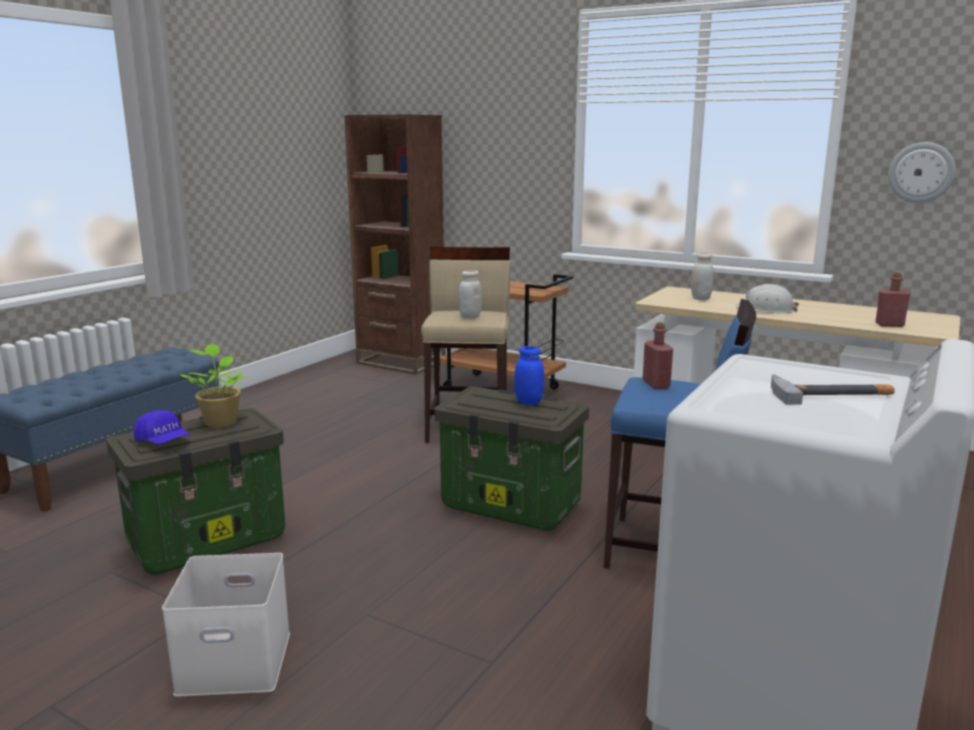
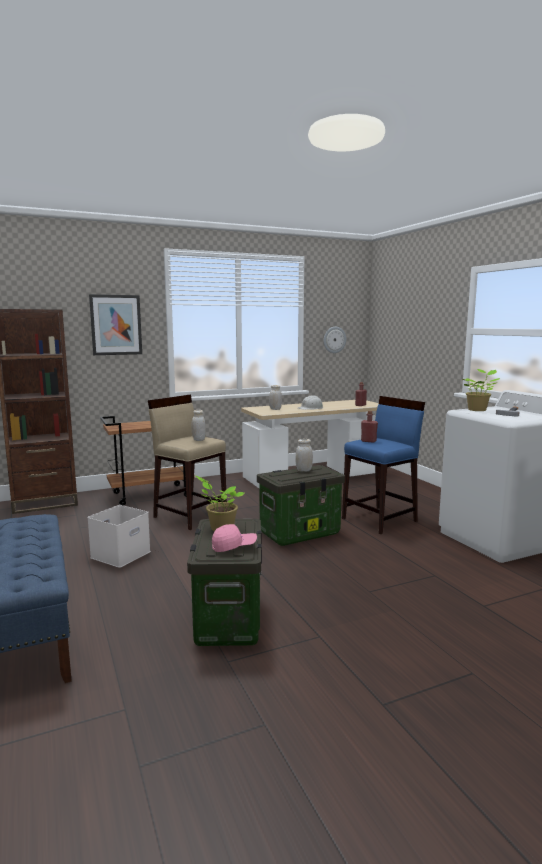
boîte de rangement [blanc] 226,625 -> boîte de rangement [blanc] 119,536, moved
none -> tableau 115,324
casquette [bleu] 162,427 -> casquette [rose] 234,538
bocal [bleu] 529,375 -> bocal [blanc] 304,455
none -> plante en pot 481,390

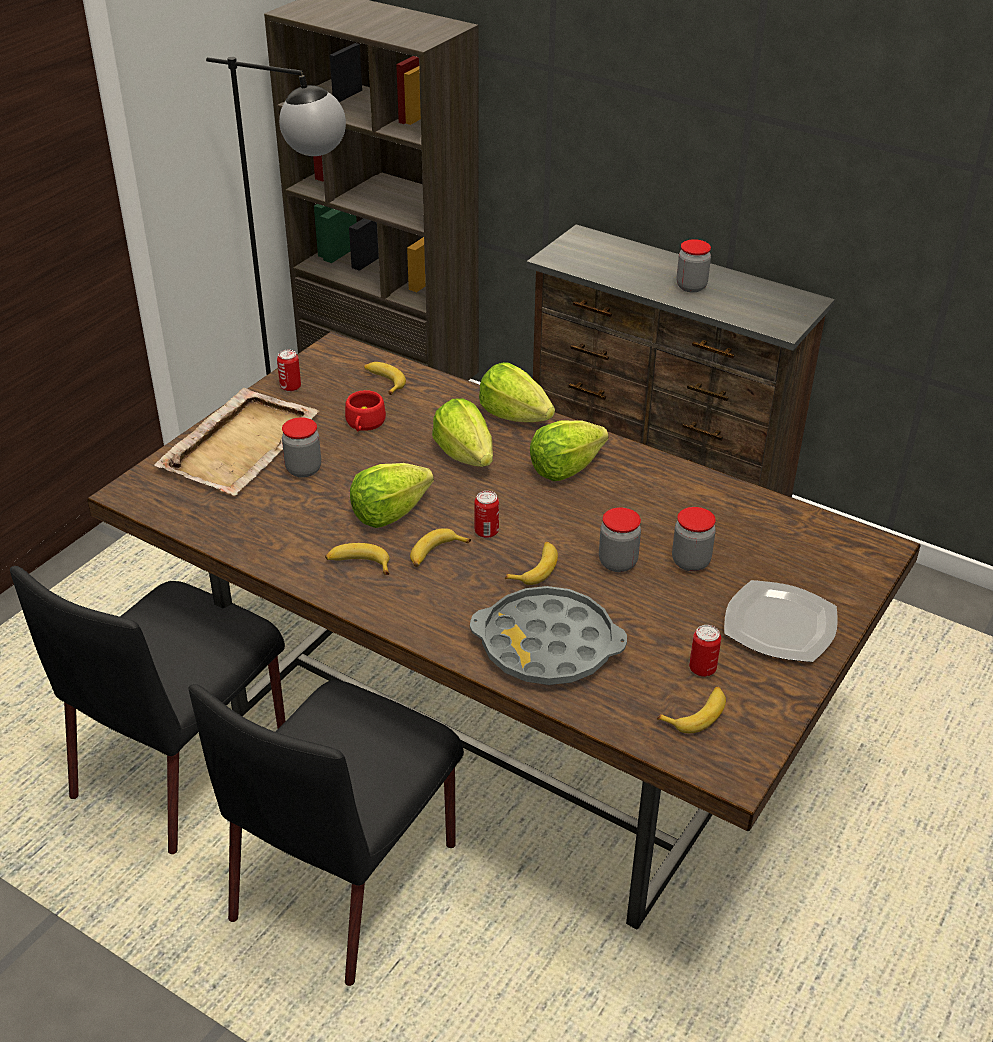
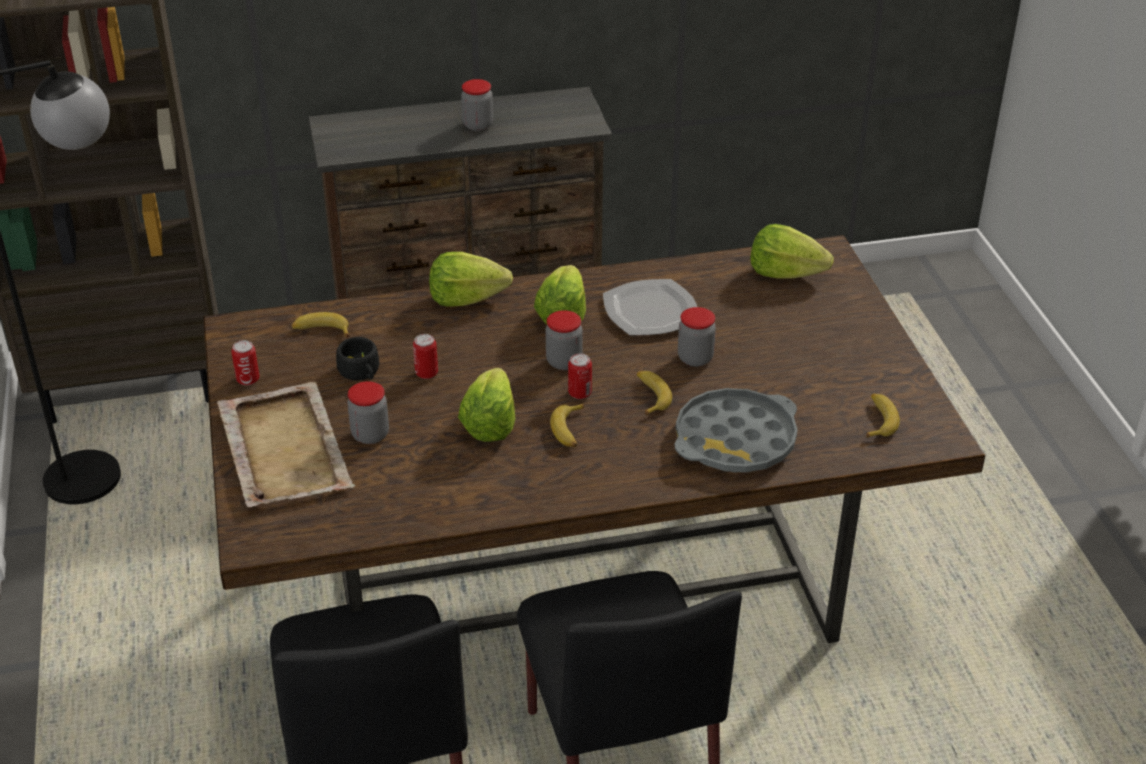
tasse [rouge] 365,410 -> tasse [noir] 358,358
boîte métallique 705,651 -> boîte métallique 425,356, moved
bocal 694,539 -> bocal 564,340, moved
assiette 781,621 -> assiette 650,307, moved
laitue 462,432 -> laitue 792,251, moved
banane 357,559 -> none

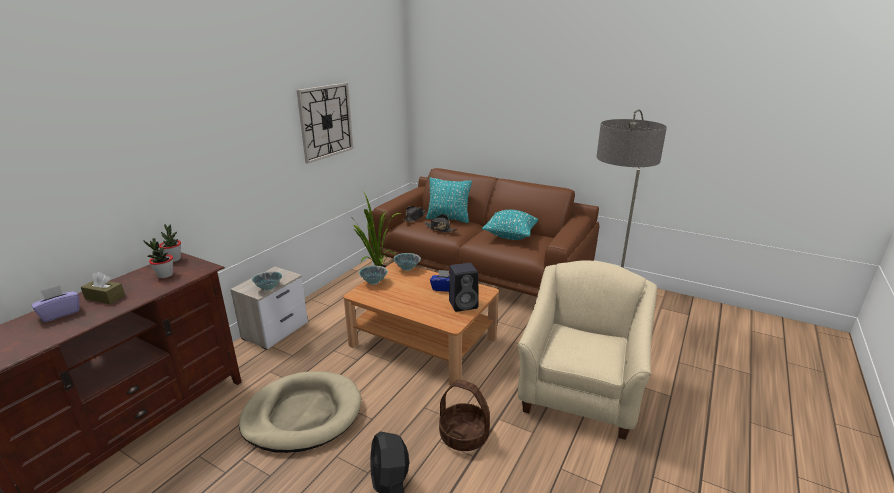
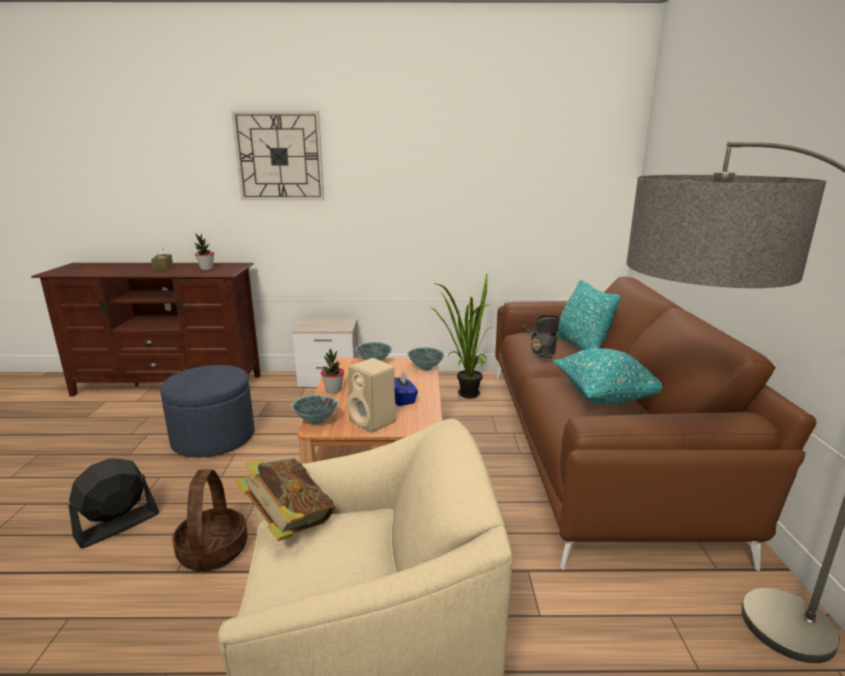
panier pour chien [beige] 300,412 -> pouf [bleu] 207,411
horloge murale 325,123 -> horloge murale 277,155, moved
none -> livre 285,499
bol 267,281 -> bol 315,410, moved
plante en pot 170,243 -> plante en pot 332,371, moved
enceinte [noir] 463,287 -> enceinte [beige] 371,395
boîte à mouchoirs [violet] 55,303 -> none

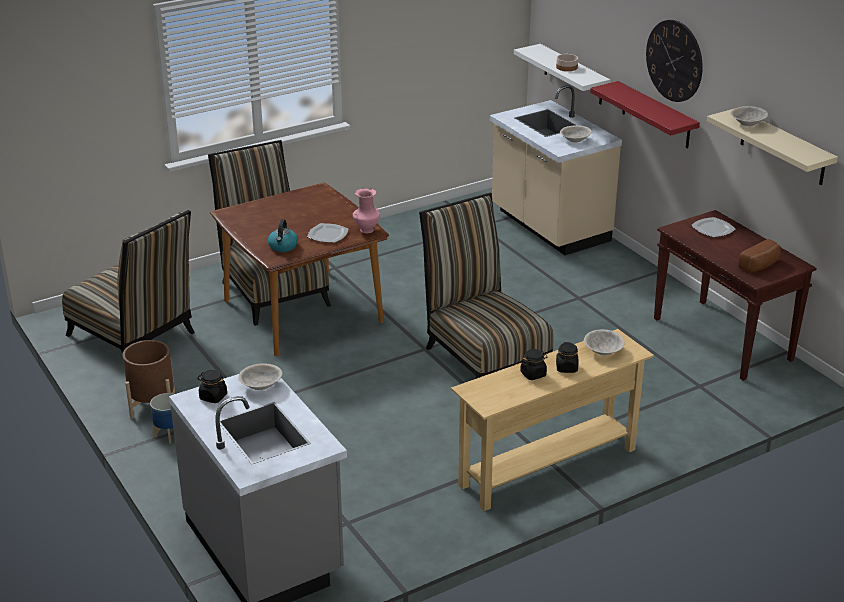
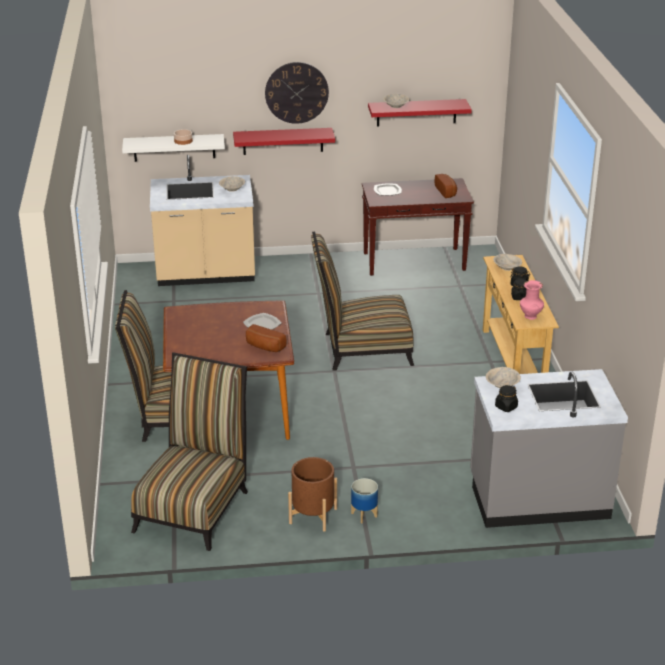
chaise 128,281 -> chaise 189,451, 45 degrees counterclockwise
bouilloire 283,235 -> pain 266,338
étagère [beige] 772,147 -> étagère [rouge] 420,113
vase [rose] 366,210 -> vase [rose] 532,300, moved

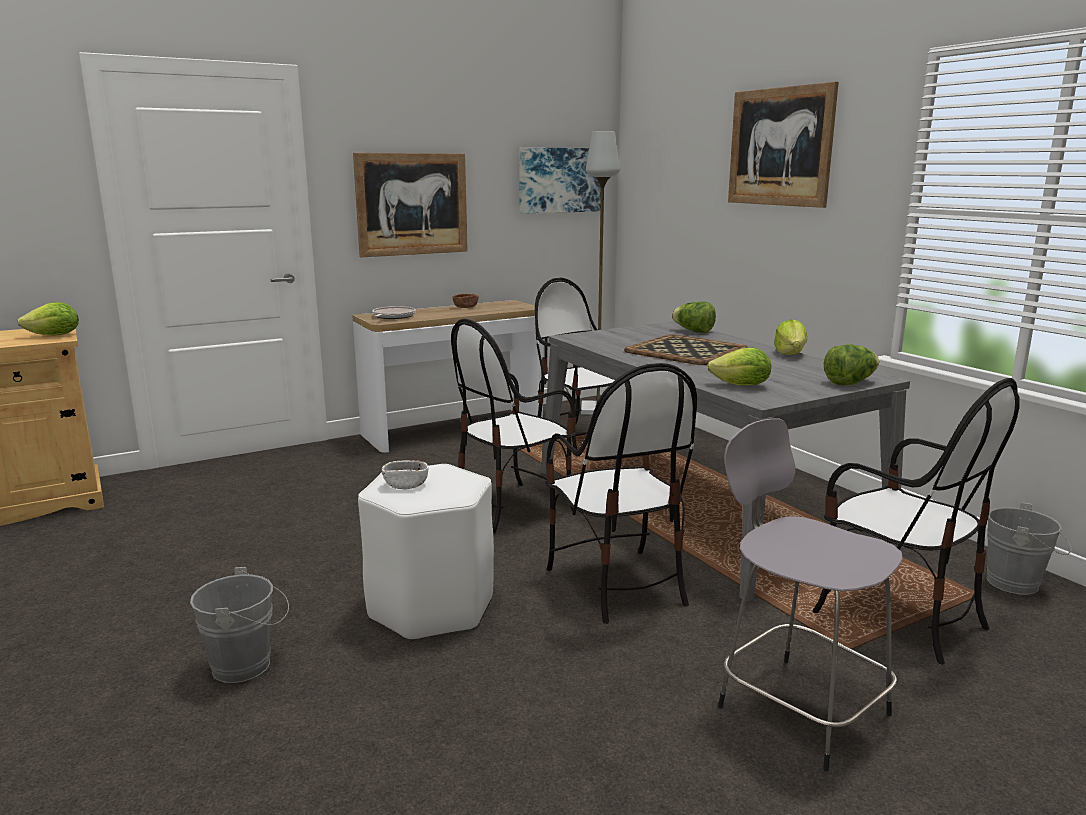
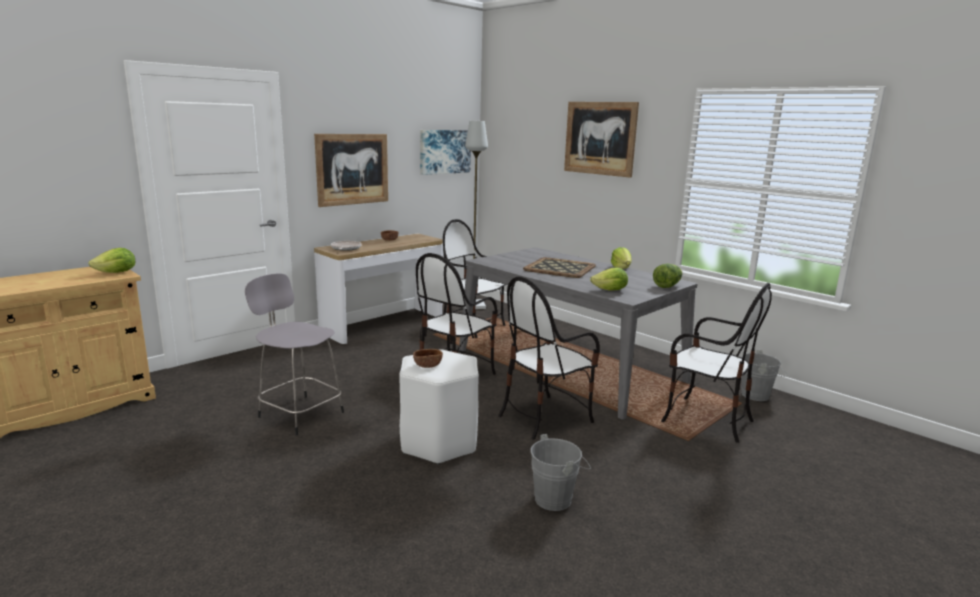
tabouret [gris] 810,595 -> tabouret [gris] 294,354, moved
bol [blanc] 405,474 -> bol [marron] 428,358
chaise 621,493 -> chaise 549,358, 90 degrees clockwise
seau [gris] 239,625 -> seau [gris] 561,472, moved
laitue 694,317 -> none

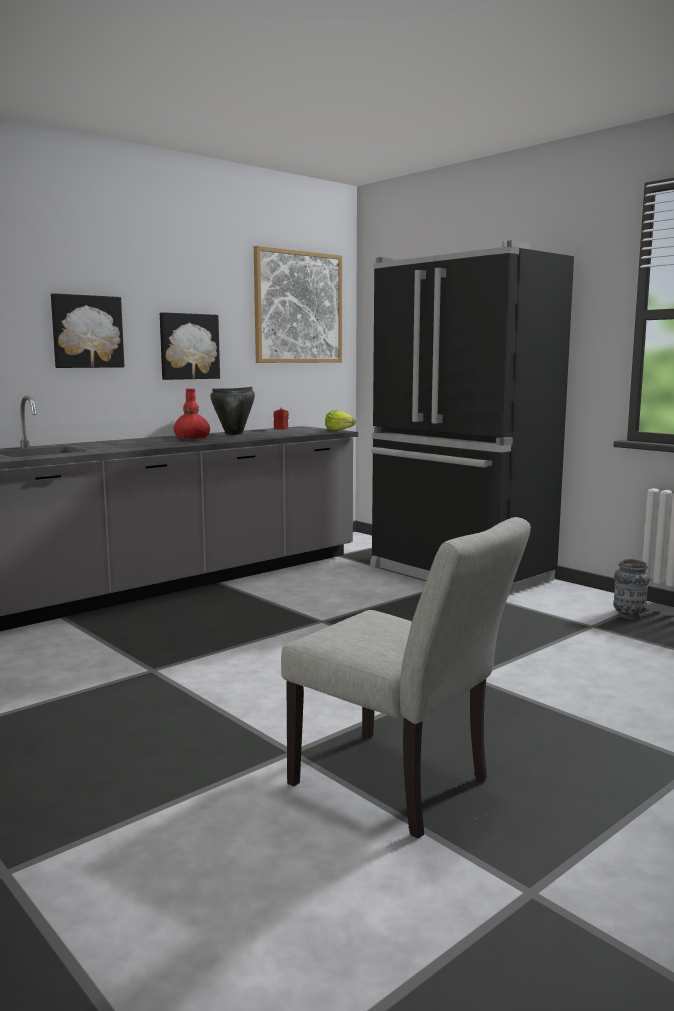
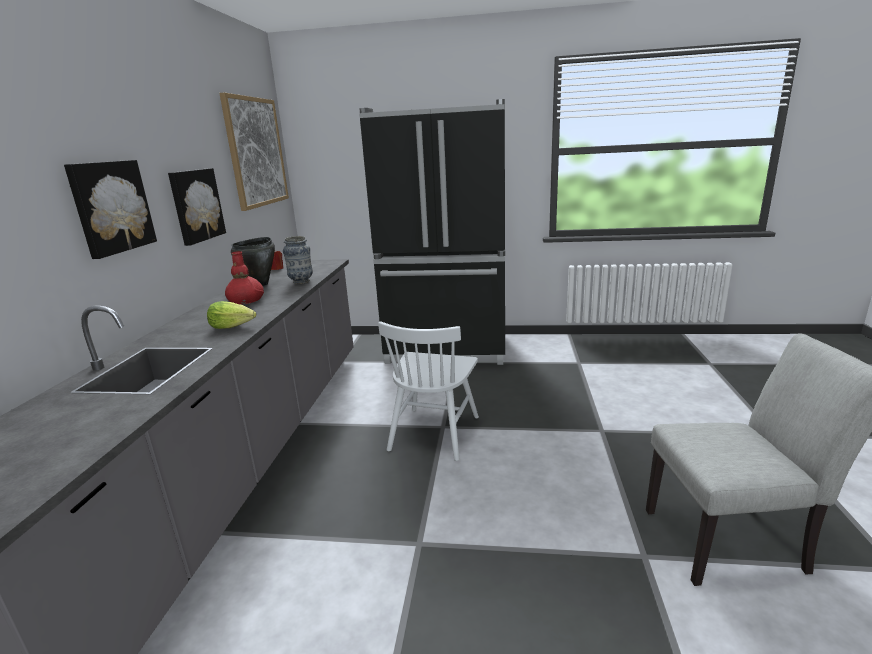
laitue 340,420 -> laitue 231,315, moved
vase 631,589 -> vase 298,260, moved
none -> chaise [blanc] 428,391

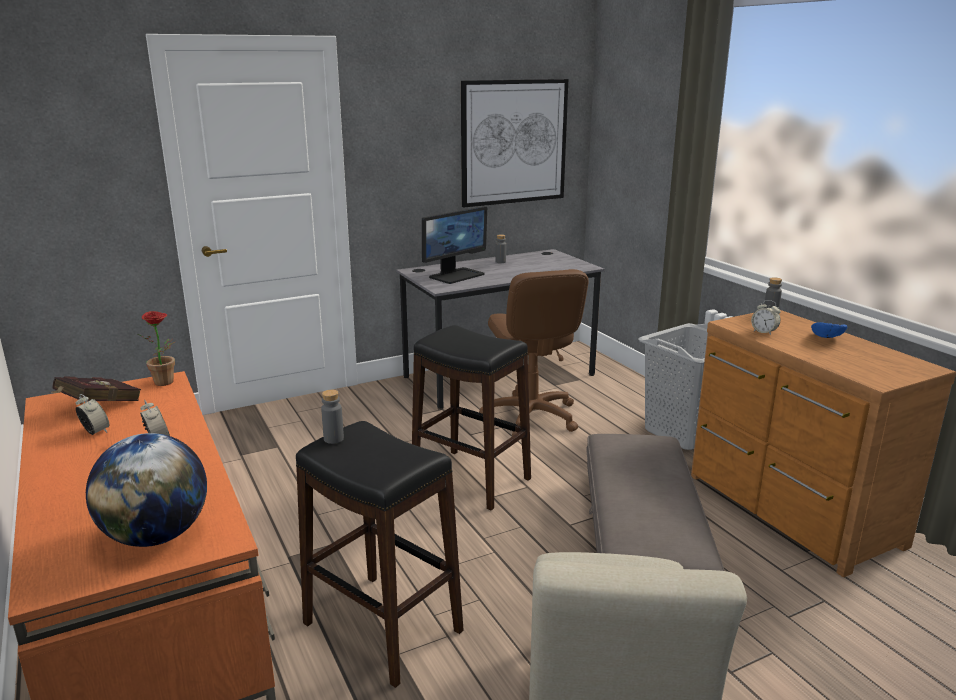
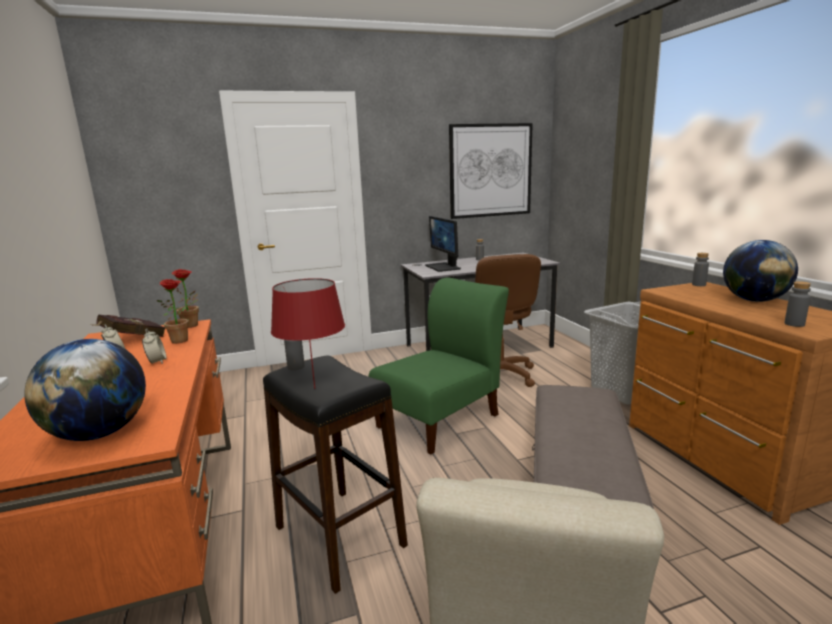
none -> plante en pot 178,311
none -> lampe de table [rouge] 308,333
tabouret [noir] 471,418 -> chaise [vert] 439,365
écran d'ordinateur 454,245 -> écran d'ordinateur 443,244, 105 degrees clockwise
bol [bleu] 829,330 -> globe 760,271
none -> bouteille [gris] 797,304
réveil 766,317 -> none

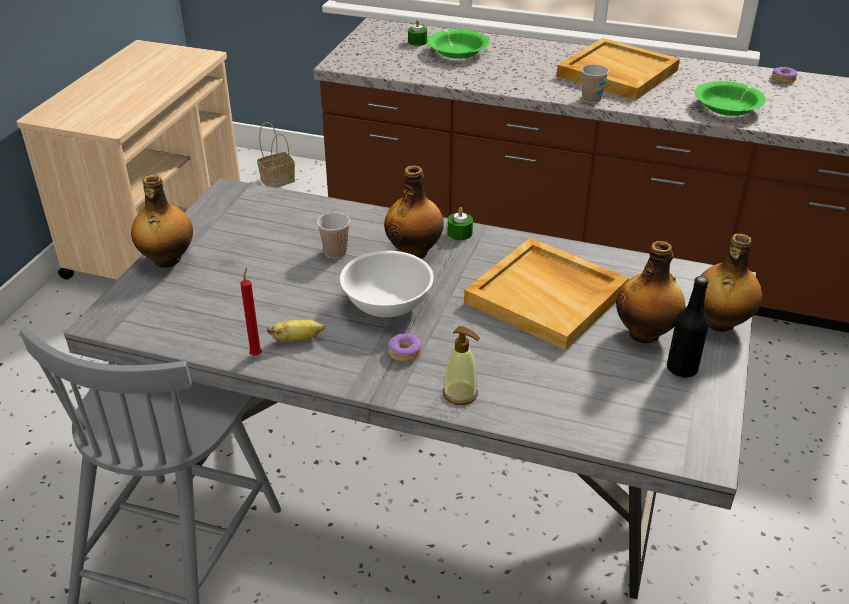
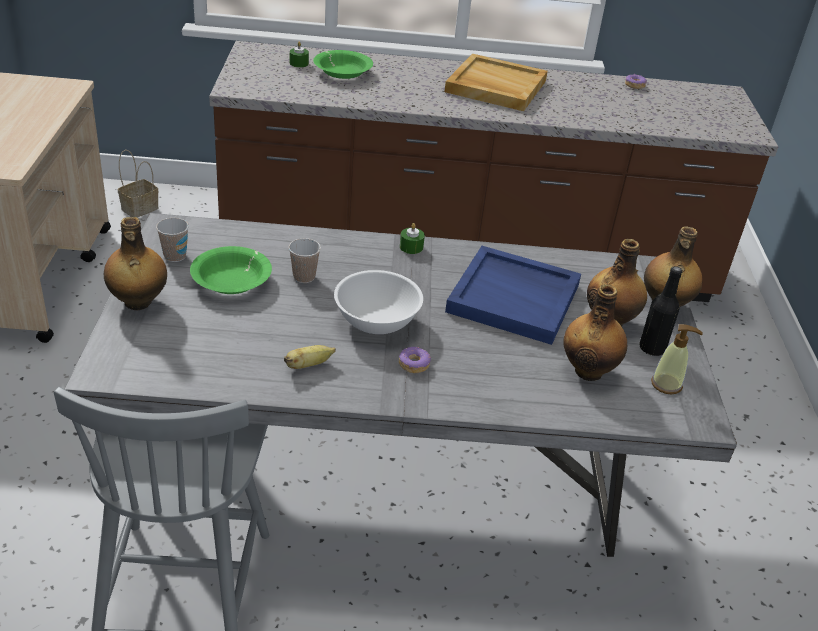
tasse 595,83 -> tasse 172,240, moved
bol [vert] 730,98 -> bol [vert] 231,270, moved
plateau [beige] 546,294 -> plateau [bleu] 513,295
bouteille 414,212 -> bouteille 595,332, moved
distributeur de savon 461,365 -> distributeur de savon 677,359, moved
bougie [rouge] 251,312 -> none

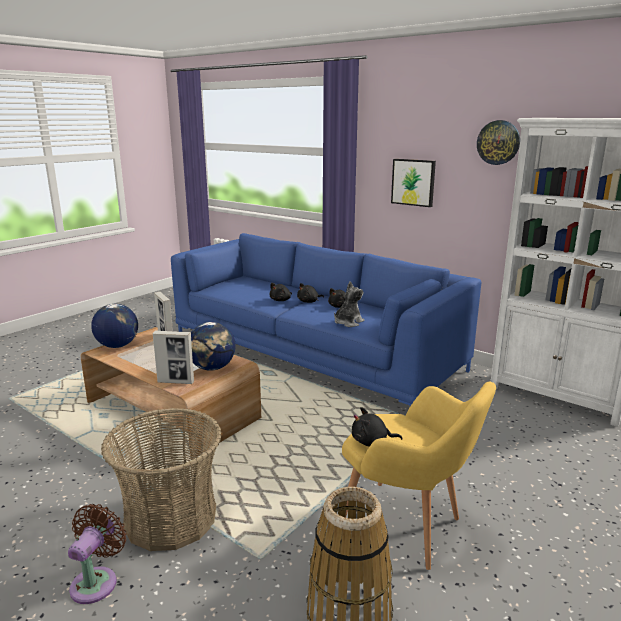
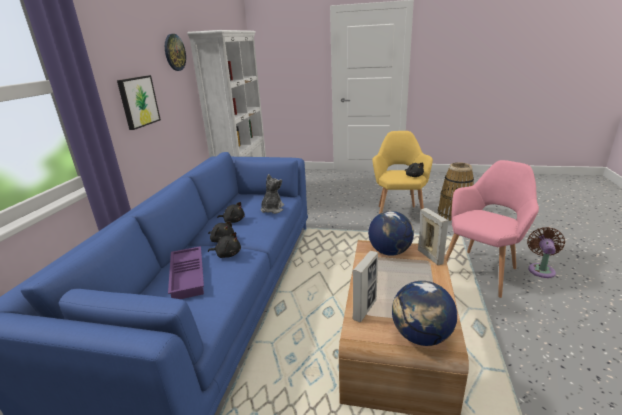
none -> plateau [violet] 186,272
peluche 349,304 -> peluche 272,194, 90 degrees clockwise
panier 161,479 -> fauteuil [rose] 492,229
ventilateur [marron] 97,554 -> ventilateur [marron] 546,252, 120 degrees clockwise

